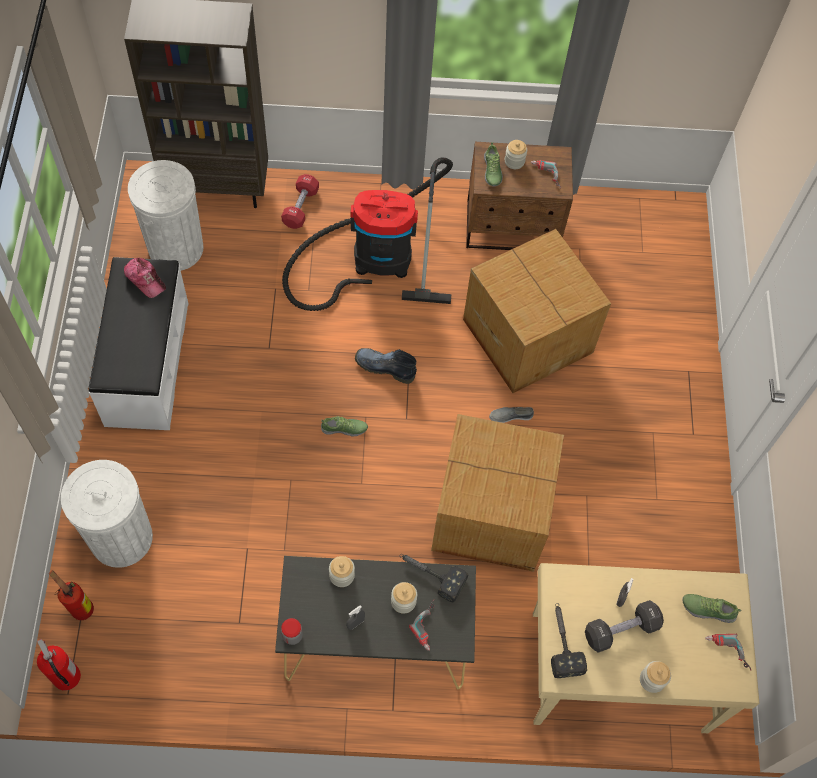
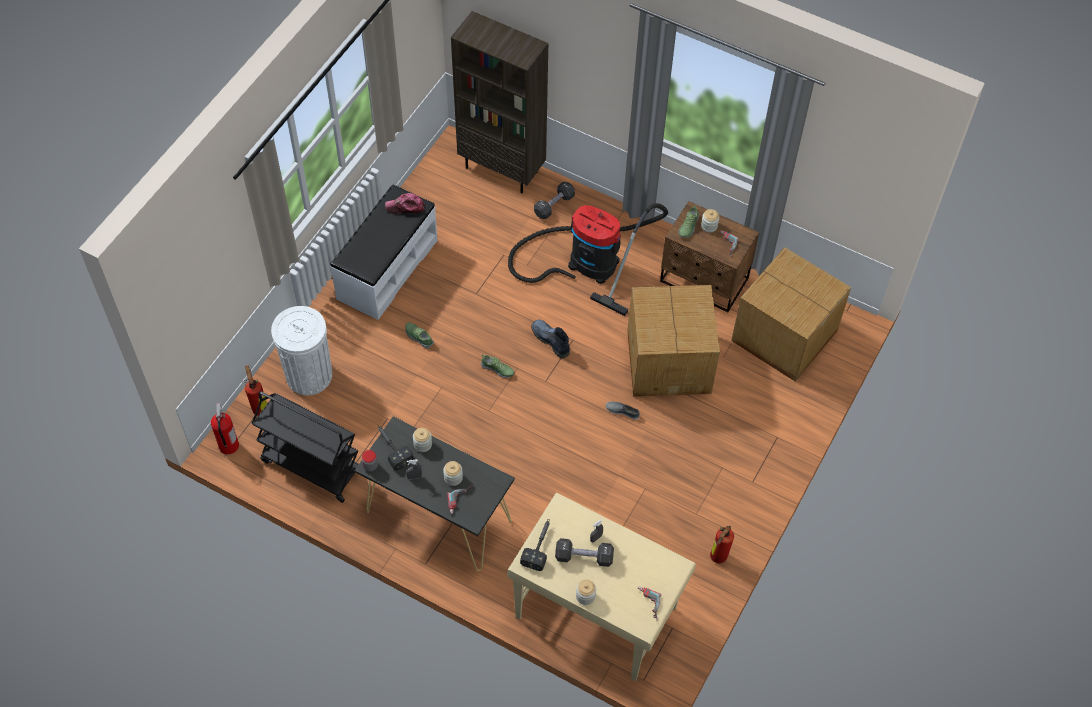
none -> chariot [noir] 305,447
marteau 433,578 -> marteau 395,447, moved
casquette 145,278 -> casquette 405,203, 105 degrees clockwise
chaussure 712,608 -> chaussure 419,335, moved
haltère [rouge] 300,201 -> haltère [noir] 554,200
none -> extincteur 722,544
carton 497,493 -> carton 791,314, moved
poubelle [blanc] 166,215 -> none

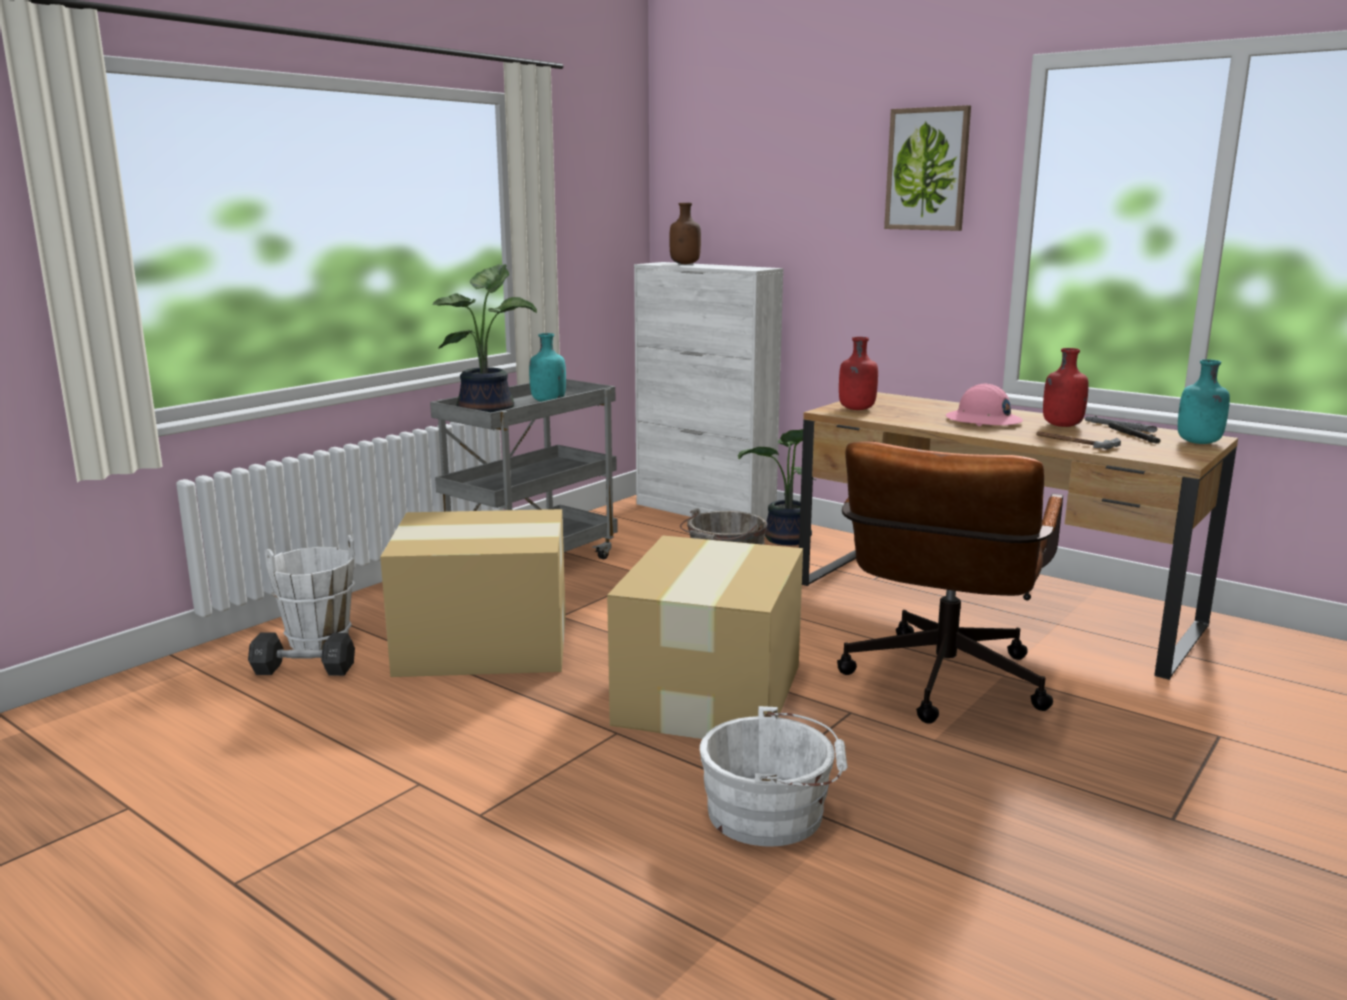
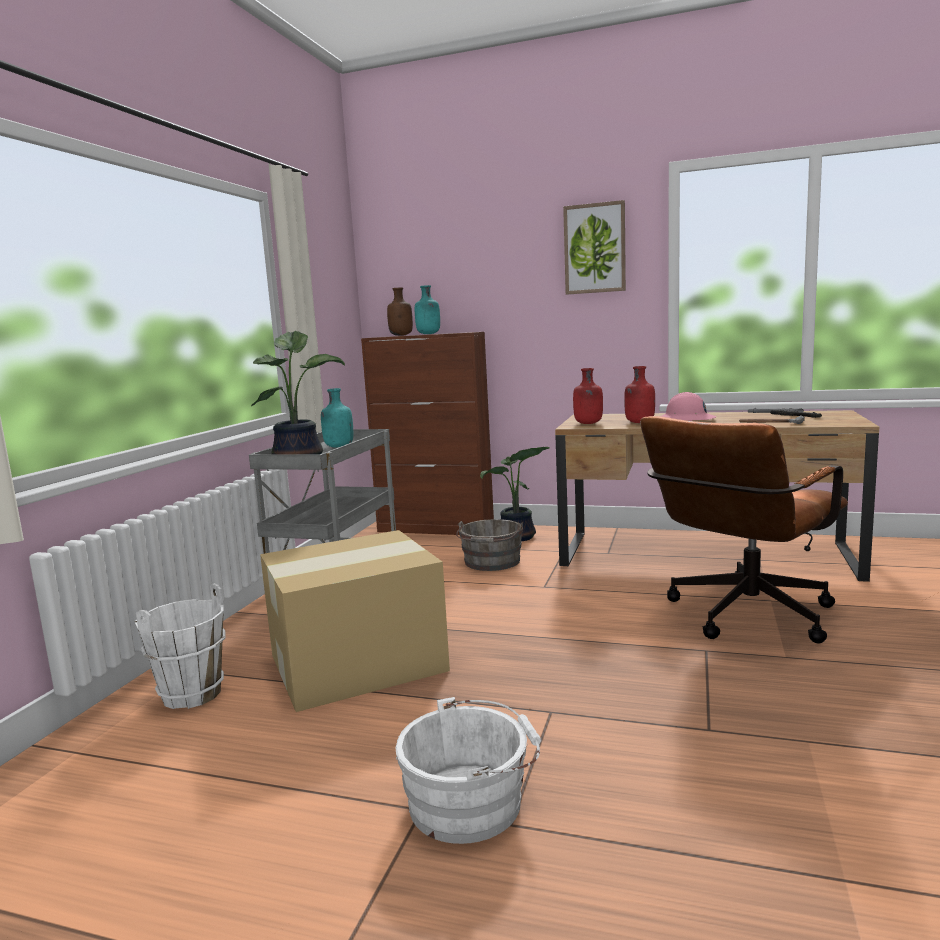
meuble de rangement [blanc] 708,391 -> meuble de rangement [marron] 427,433
seau [blanc] 773,776 -> seau [blanc] 468,770, moved
bouteille [turquoise] 1204,401 -> bouteille [turquoise] 427,309, moved
bouteille [rouge] 1066,387 -> bouteille [rouge] 639,394, moved
chaise de bureau [marron] 950,583 -> chaise de bureau [marron] 744,530, 45 degrees clockwise
haltère [noir] 301,654 -> none
carton 705,637 -> none

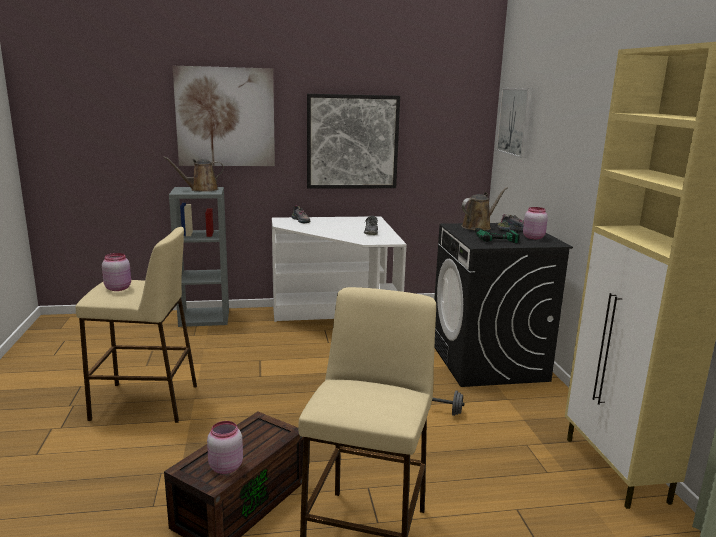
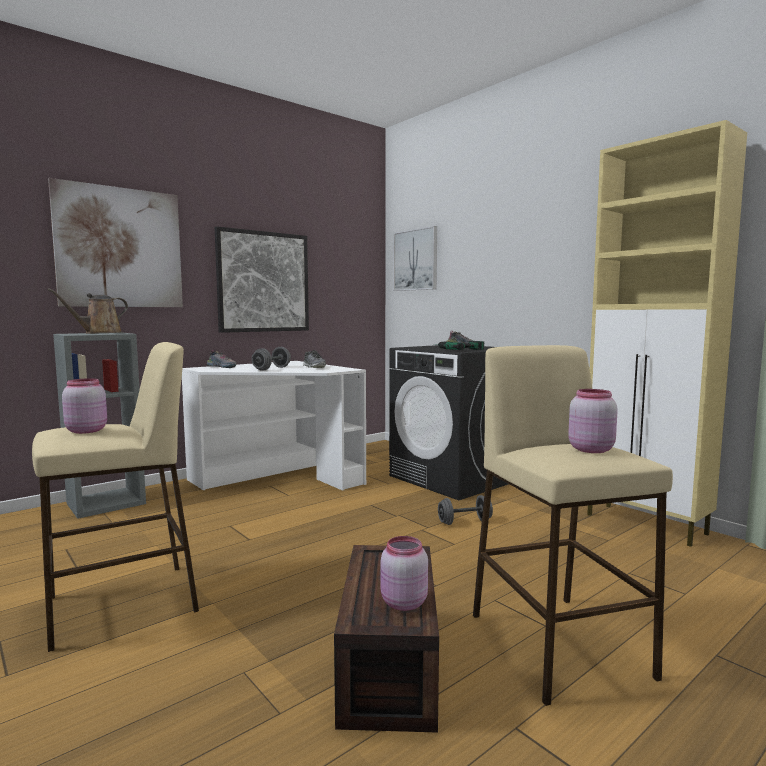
none -> haltère [gris] 271,359
bocal [rose] 535,223 -> bocal [rose] 593,421, moved
arrosoir [marron] 485,208 -> none

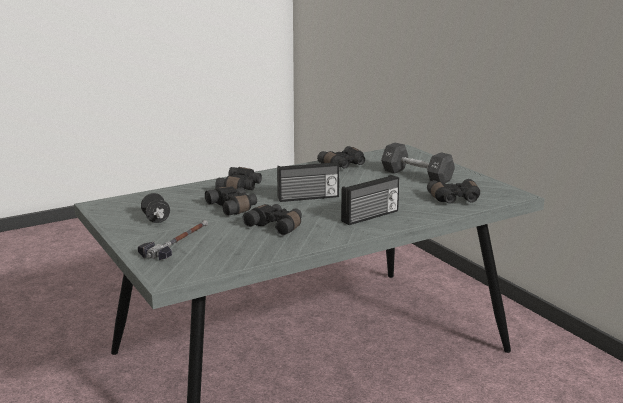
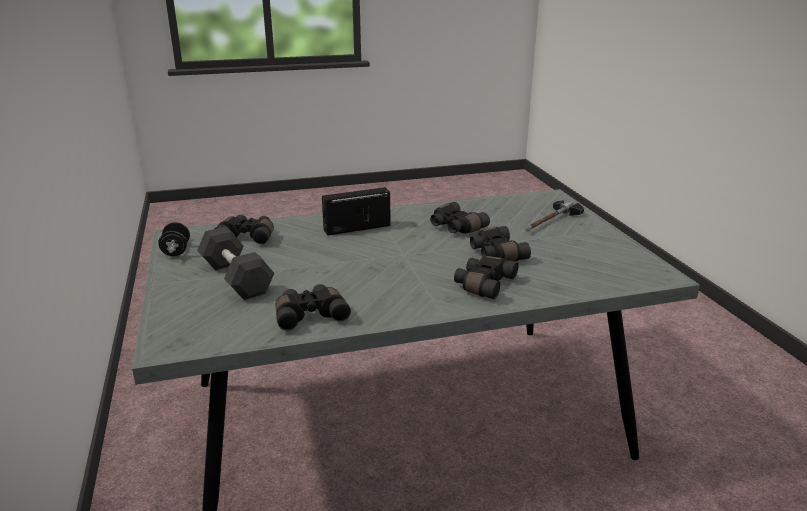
haltère [noir] 155,208 -> haltère [noir] 174,239, moved
radio 308,182 -> none

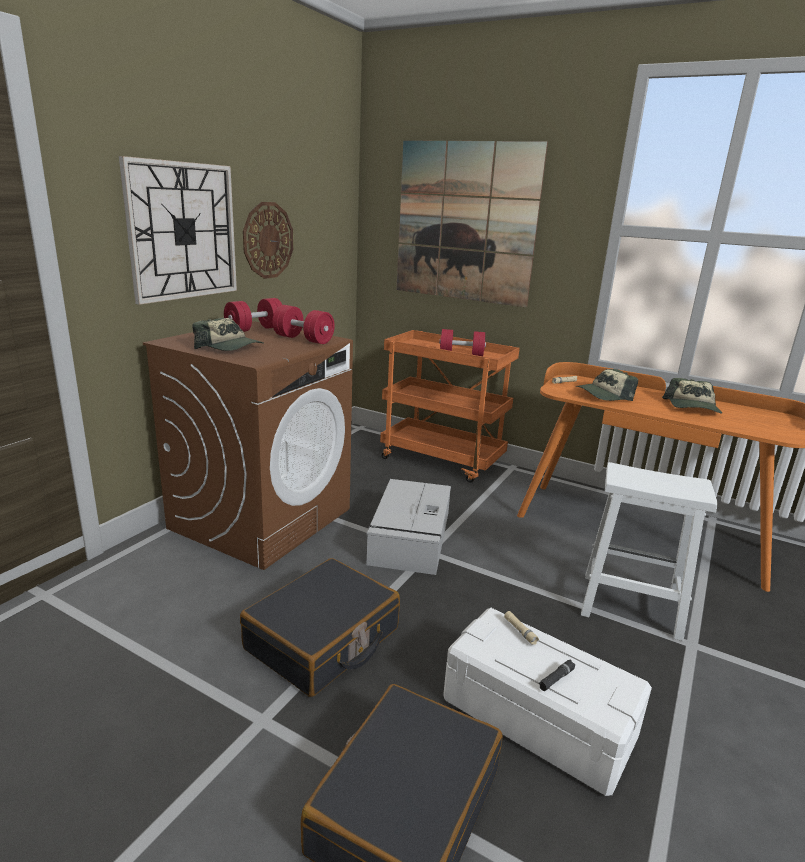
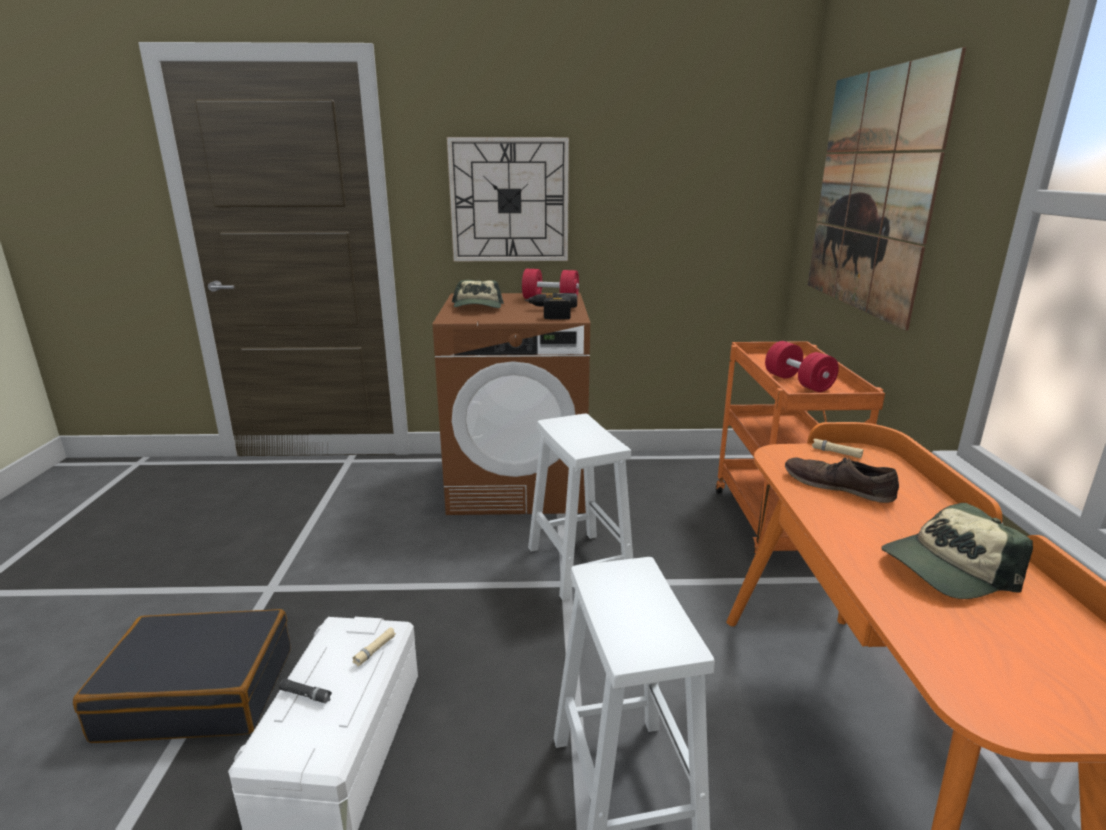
haltère [rouge] 303,324 -> perceuse 551,306
boîte de rangement [gris] 409,527 -> tabouret [blanc] 580,507
casquette 607,385 -> chaussure [marron] 842,479
valise [noir] 320,627 -> none
horloge murale 268,240 -> none

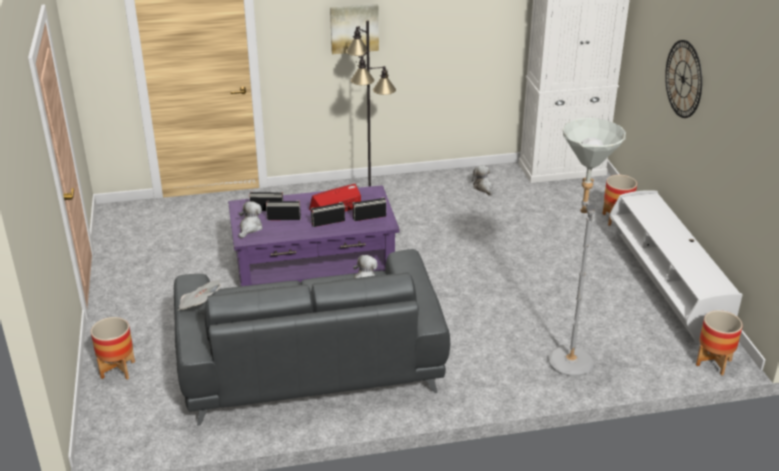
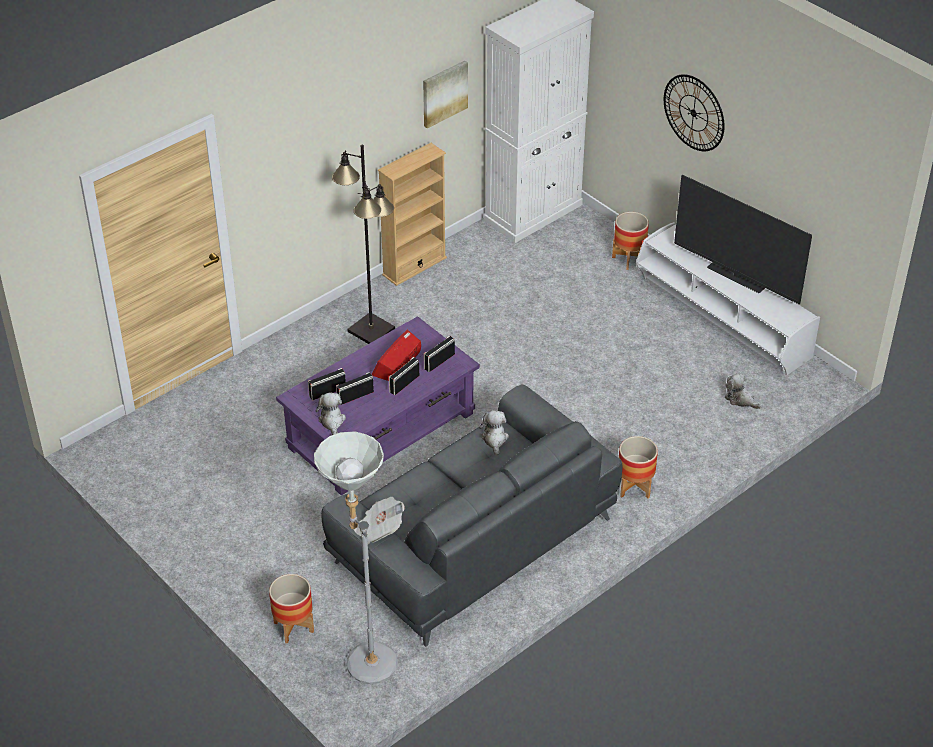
lampadaire [gris] 587,247 -> lampadaire [gris] 356,557, moved
none -> bibliothèque [beige] 412,214
tableau 354,29 -> tableau 445,94, moved
cache-pot 719,342 -> cache-pot 638,467, moved
none -> téléviseur 743,239
peluche 482,181 -> peluche 743,391, moved

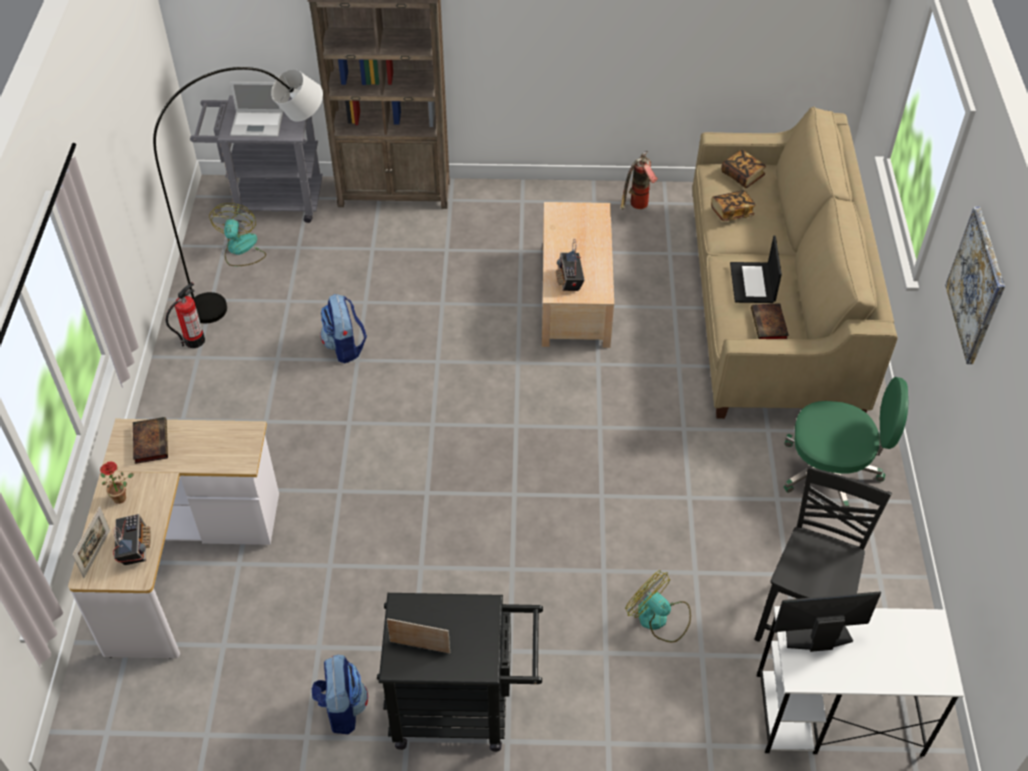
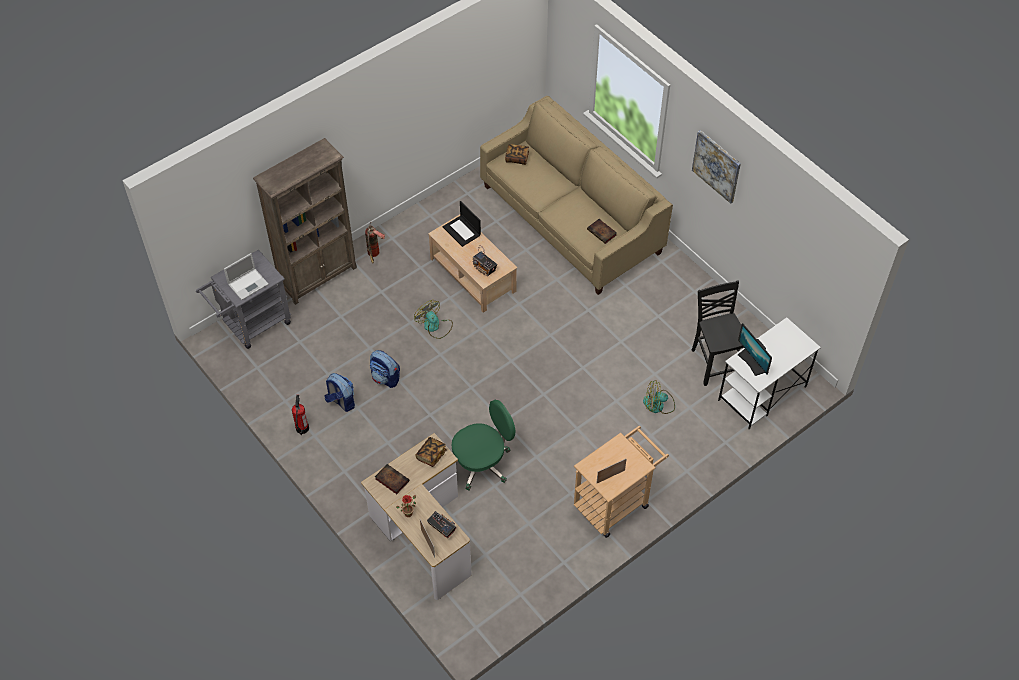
sac à dos 339,694 -> sac à dos 339,392, moved
extincteur 639,180 -> extincteur 375,243, moved
ventilateur 237,234 -> ventilateur 433,319, moved
livre 733,205 -> livre 431,452, moved
ordinateur portable 756,269 -> ordinateur portable 462,224, moved
chaise de bureau [vert] 846,442 -> chaise de bureau [vert] 483,445, moved
chariot [noir] 460,672 -> chariot [beige] 621,482
écran d'ordinateur 827,621 -> écran d'ordinateur 755,349, 75 degrees counterclockwise
lampadaire [gris] 238,195 -> none

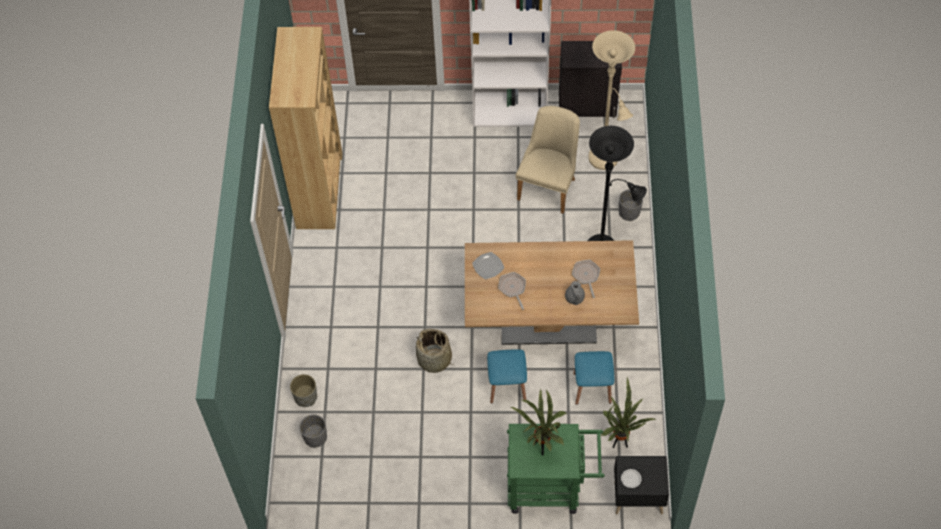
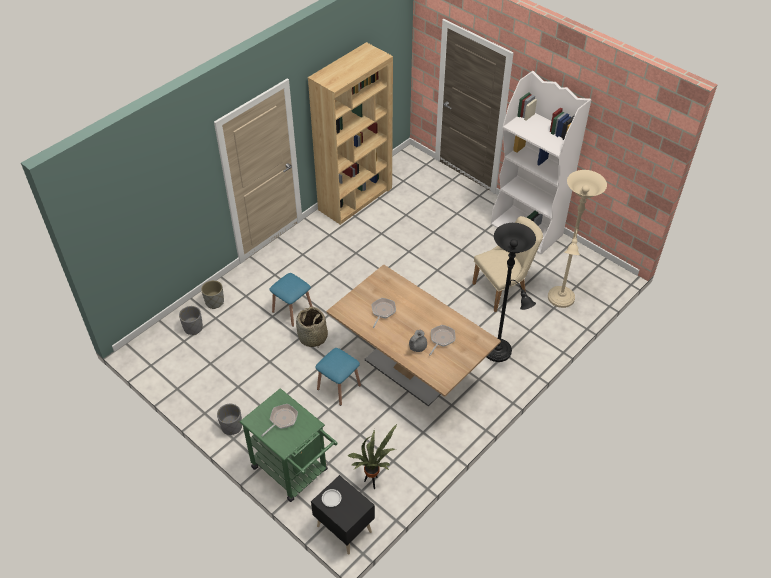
cache-pot [gris] 631,205 -> cache-pot [gris] 229,419, moved
plante en pot 538,422 -> poêle 279,420
tabouret [bleu] 593,378 -> tabouret [bleu] 291,300, moved
assiette 488,265 -> none
meuble de rangement [noir] 590,79 -> none

